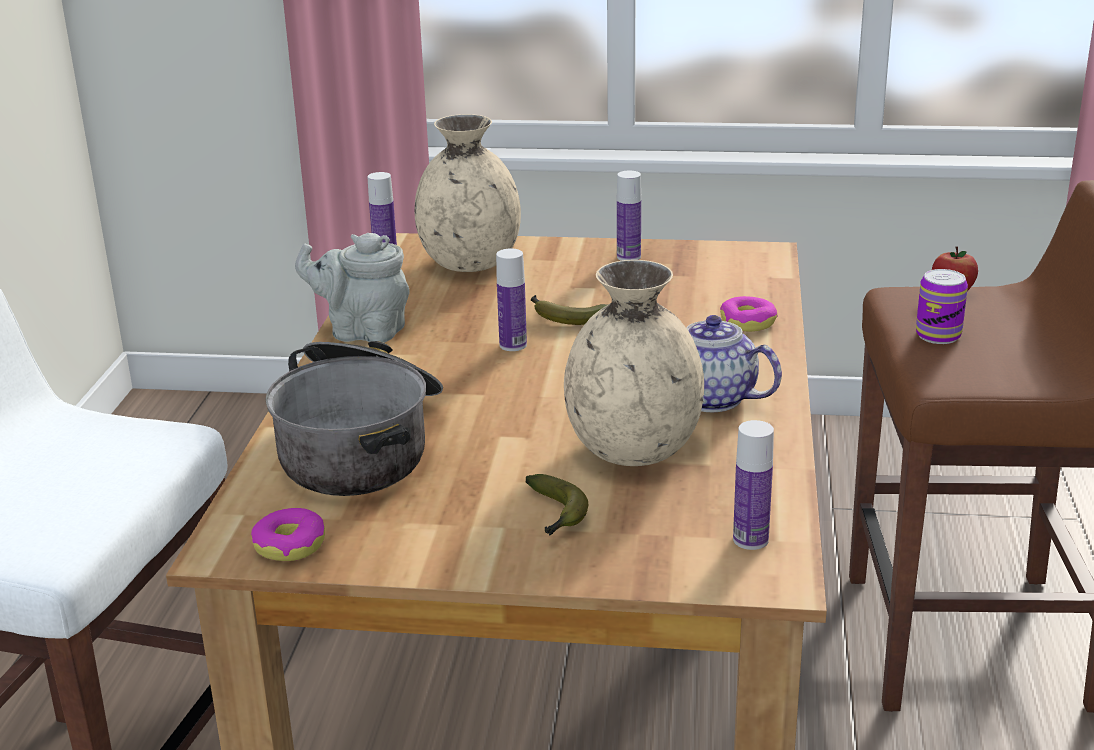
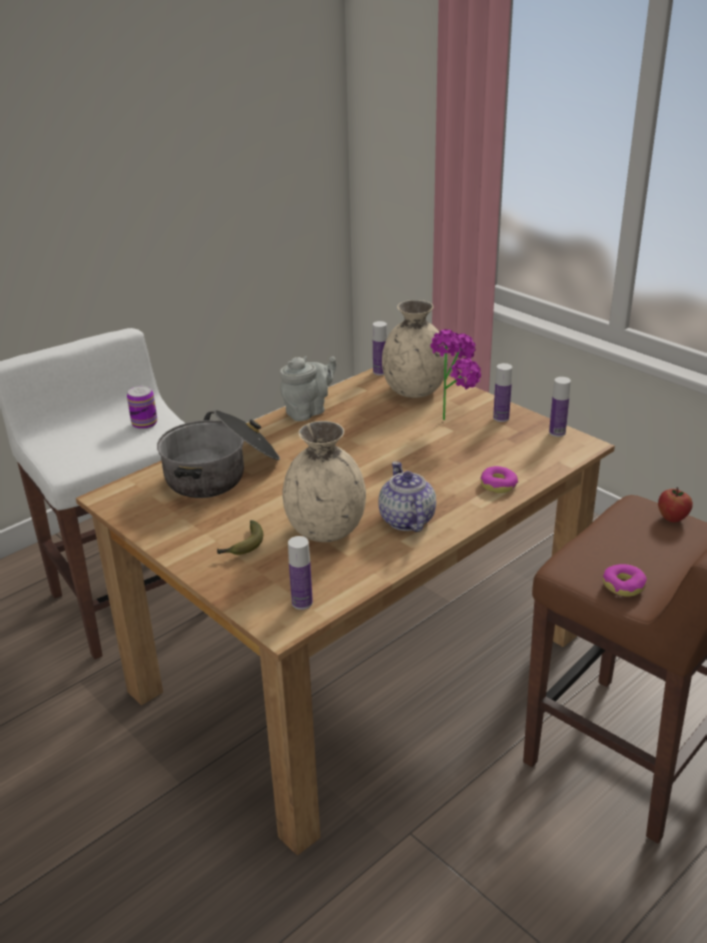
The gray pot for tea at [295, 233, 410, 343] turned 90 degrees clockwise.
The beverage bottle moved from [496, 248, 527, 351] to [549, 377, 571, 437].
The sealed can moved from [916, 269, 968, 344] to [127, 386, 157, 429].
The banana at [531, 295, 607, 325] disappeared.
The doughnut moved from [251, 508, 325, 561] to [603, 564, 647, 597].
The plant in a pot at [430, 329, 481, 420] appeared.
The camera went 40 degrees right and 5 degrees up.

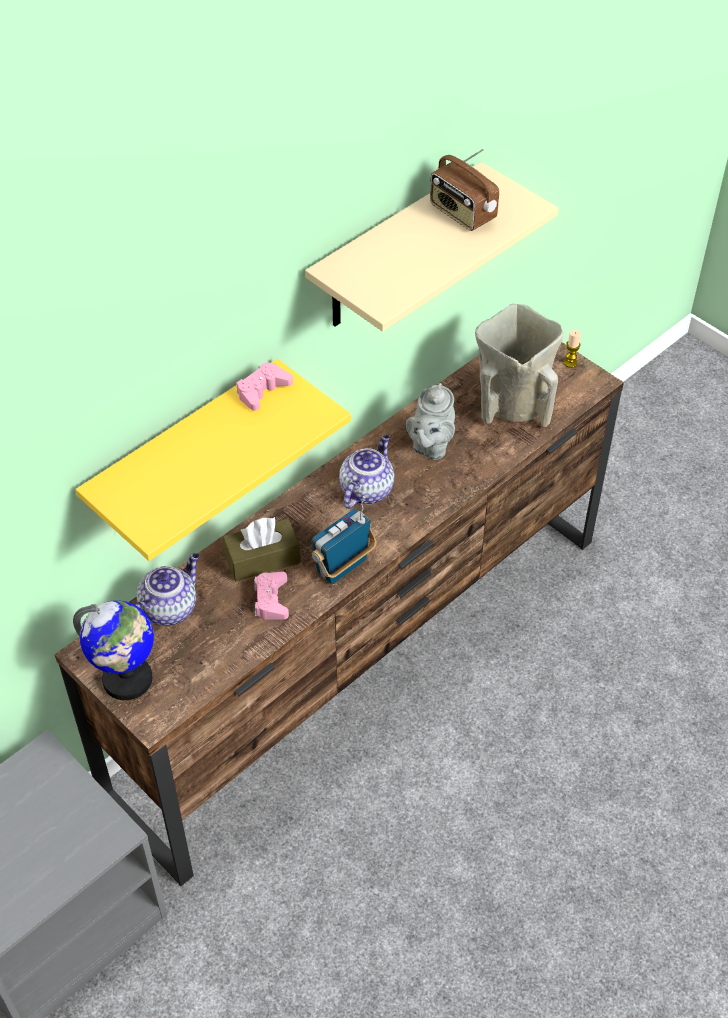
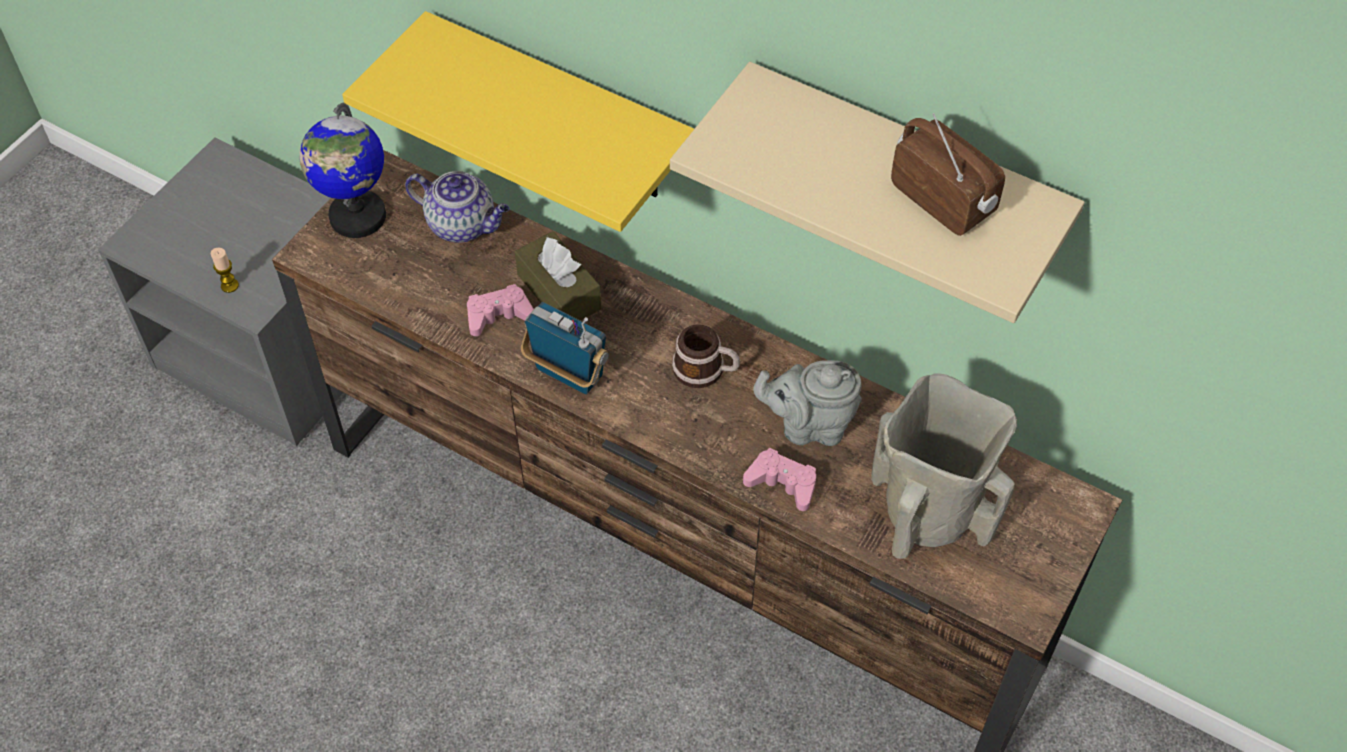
The radio set at [430, 148, 499, 231] turned 105 degrees clockwise.
The wax candle moved from [564, 330, 581, 368] to [211, 248, 239, 293].
The pink gamepad moved from [236, 362, 293, 411] to [743, 448, 816, 511].
The pot for tea at [339, 434, 394, 509] was replaced by the mug at [672, 324, 740, 388].
The camera went 75 degrees right and 5 degrees up.

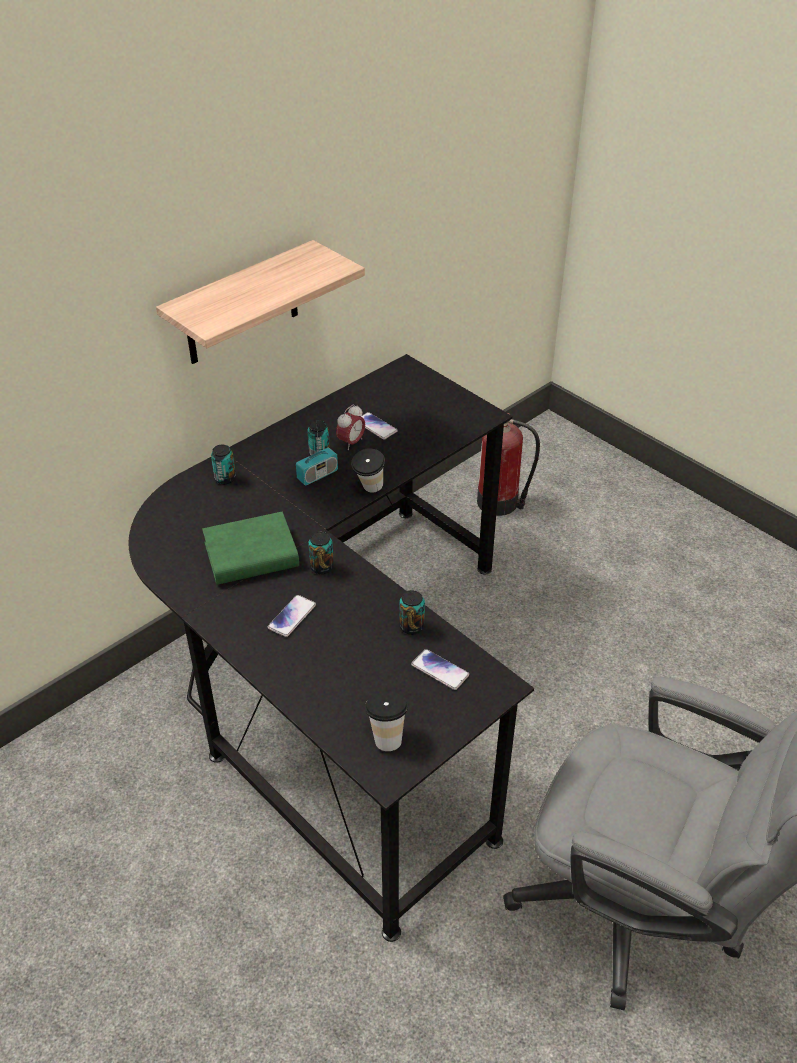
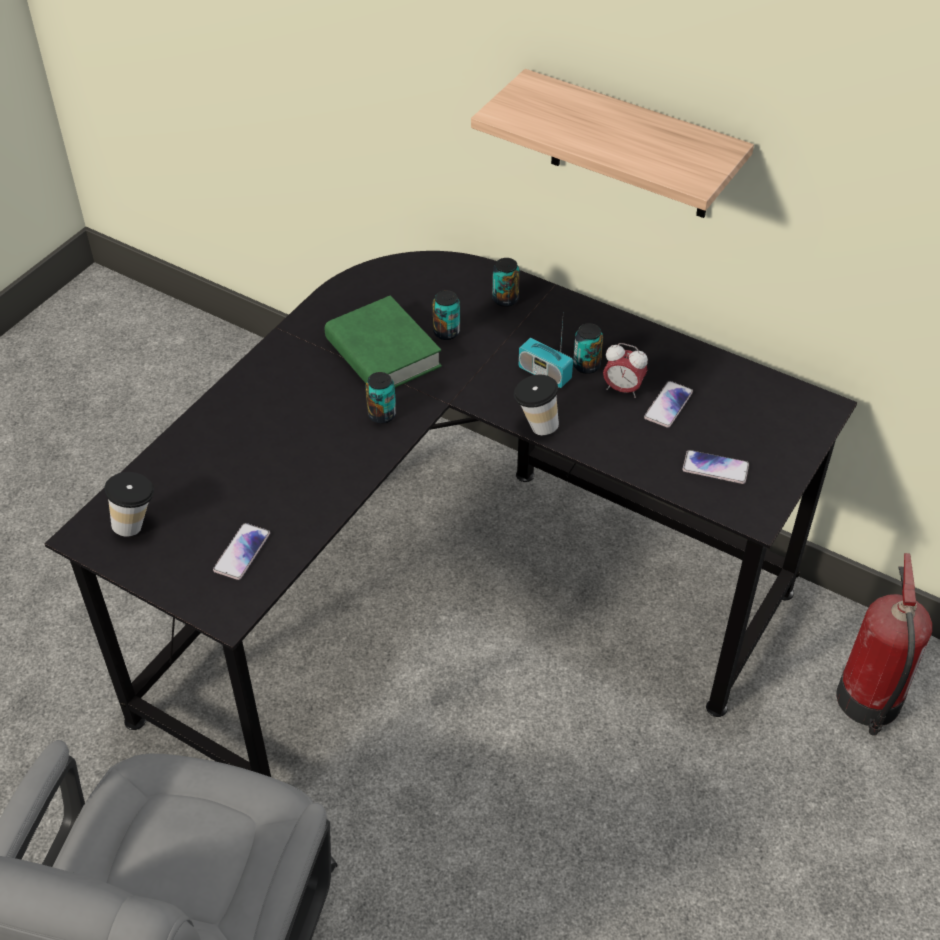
The sealed can moved from [399, 590, 425, 635] to [433, 290, 460, 340].
The handset moved from [268, 595, 316, 637] to [682, 450, 749, 484].
The camera went 75 degrees right and 5 degrees up.

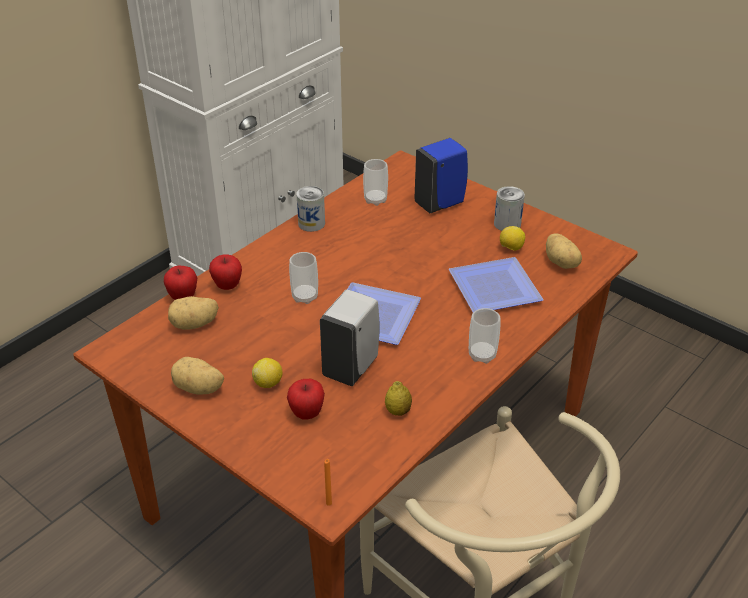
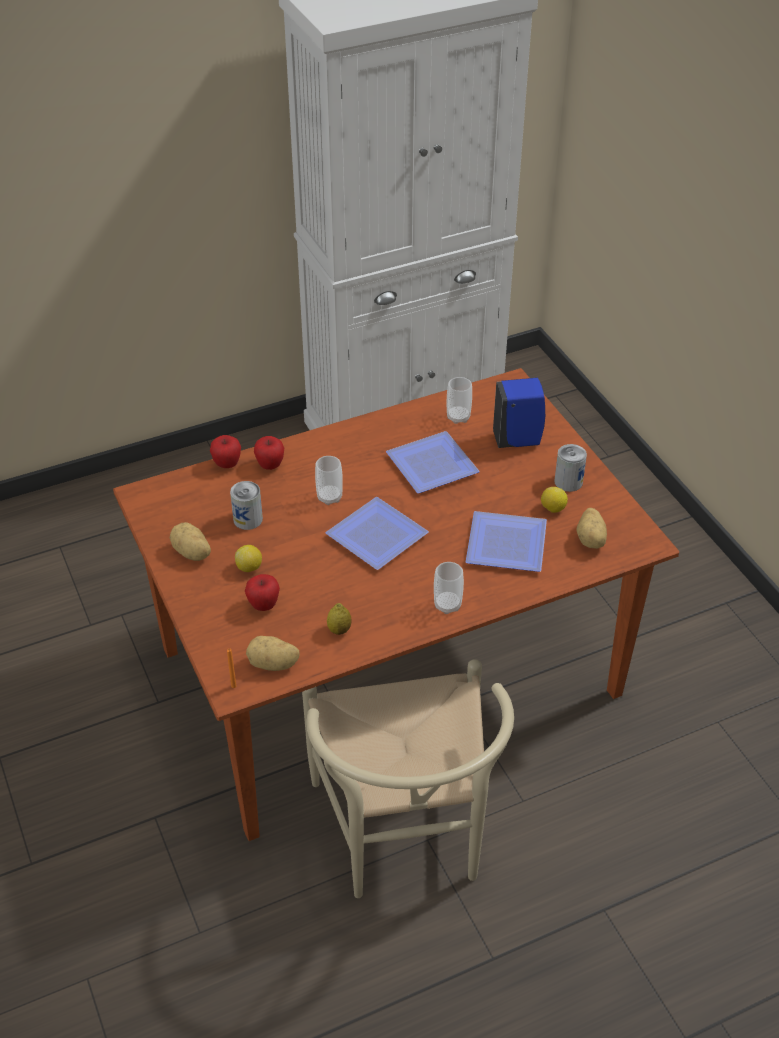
The sealed can moved from [296, 186, 325, 232] to [230, 481, 263, 530].
The white-coloured soap dispenser at [320, 289, 379, 386] disappeared.
The potato moved from [168, 296, 219, 330] to [246, 636, 299, 671].
The flat dish at [386, 431, 480, 493] appeared.
The camera went 25 degrees right and 5 degrees up.

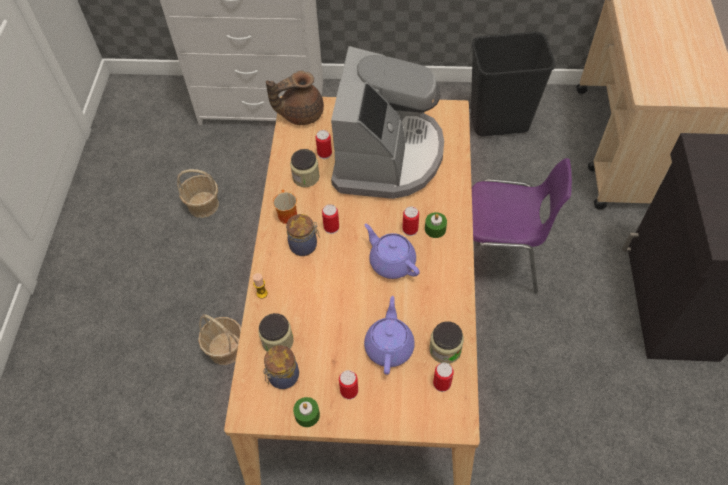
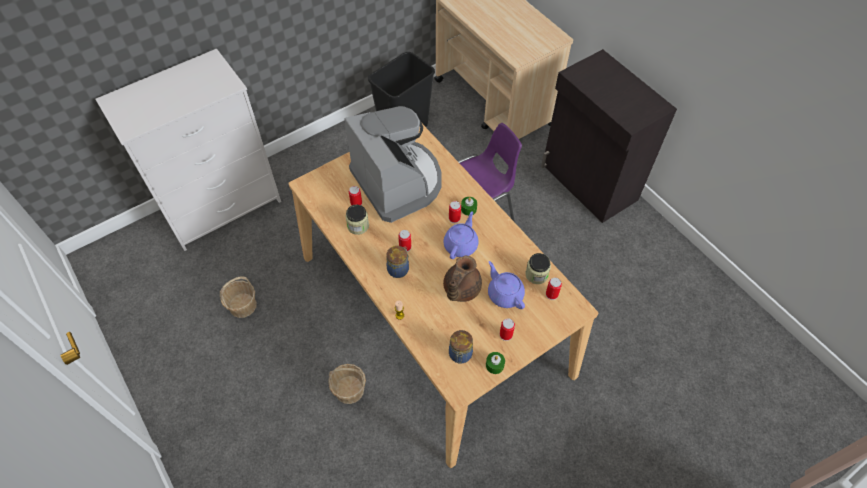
The brownish pot for tea moved from [266, 71, 324, 125] to [443, 255, 482, 302].
The mug at [273, 190, 297, 224] disappeared.
The purplish pot for tea at [364, 224, 420, 279] turned 105 degrees clockwise.
The storage jar at [258, 313, 294, 352] disappeared.
The camera went 40 degrees left and 0 degrees up.

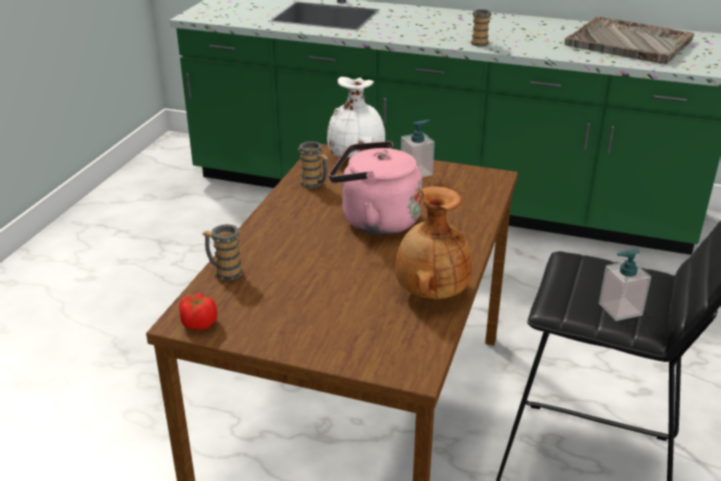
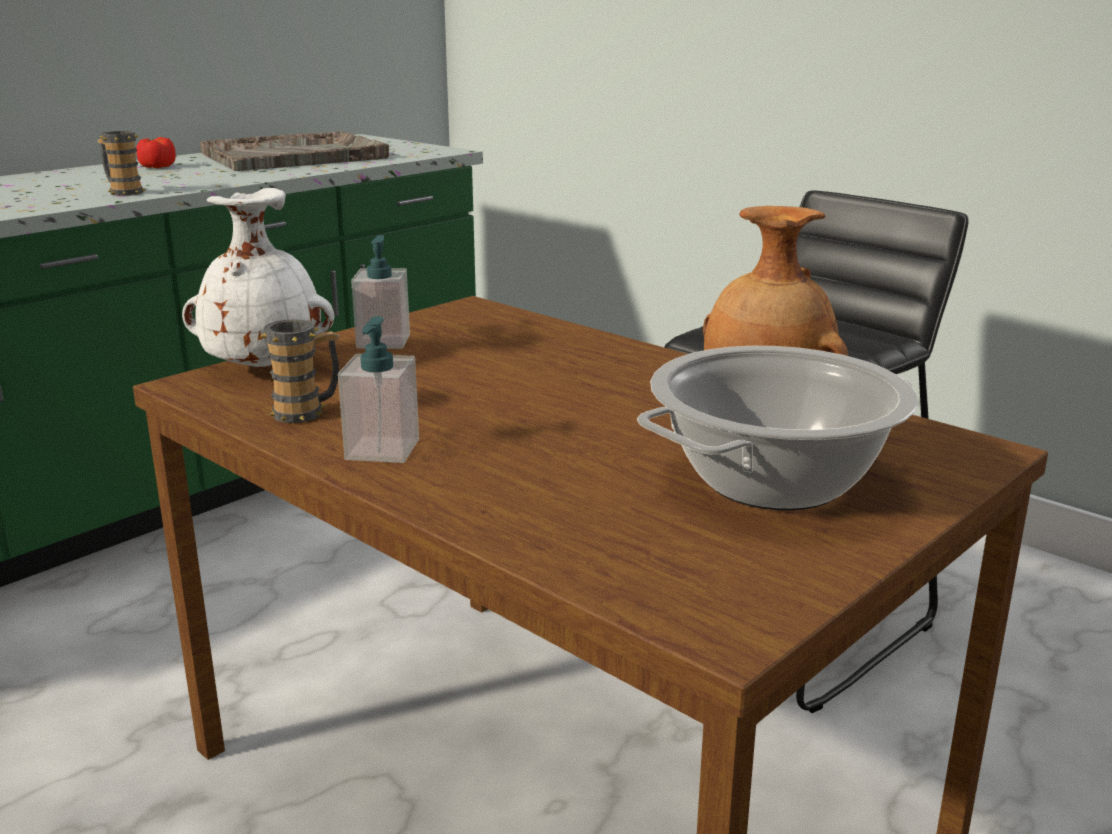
The pink water kettle at [329, 141, 422, 235] disappeared.
The mug at [202, 224, 244, 281] disappeared.
The soap dispenser moved from [599, 249, 651, 321] to [338, 316, 419, 463].
The tomato moved from [179, 293, 217, 330] to [136, 137, 176, 168].
The saucepot at [637, 346, 918, 510] appeared.
The camera went 65 degrees left and 10 degrees down.

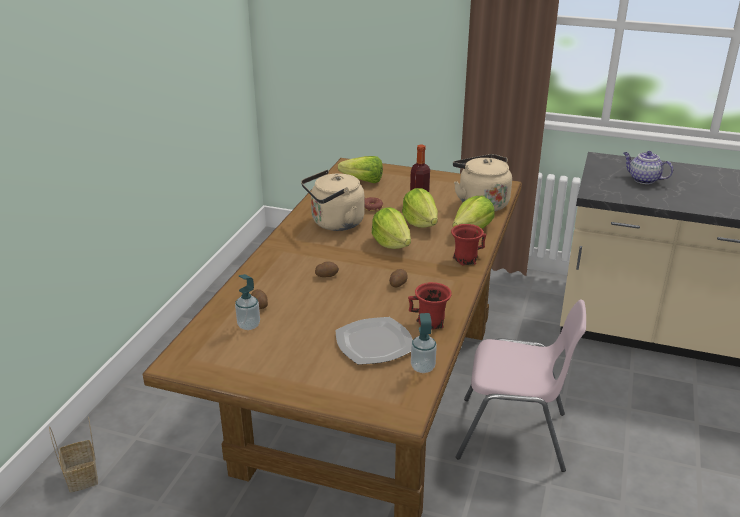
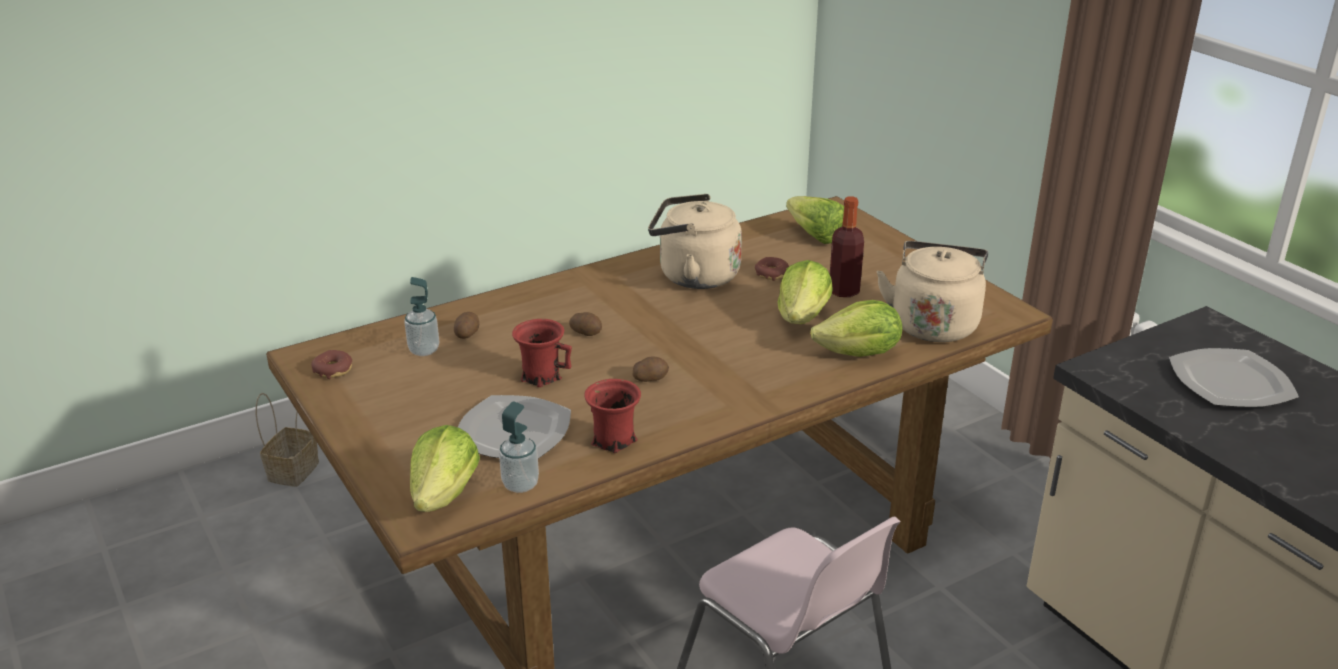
The pot for tea at [623, 151, 673, 184] was replaced by the flat dish at [1169, 348, 1299, 407].
The lettuce moved from [372, 207, 411, 249] to [410, 425, 480, 512].
The red mug moved from [451, 224, 486, 266] to [512, 319, 572, 387].
The doughnut at [311, 350, 352, 379] appeared.
The camera went 40 degrees right and 0 degrees up.

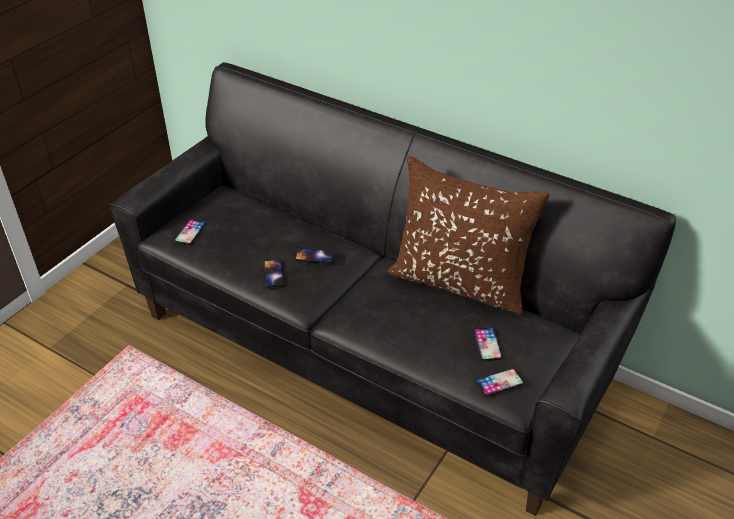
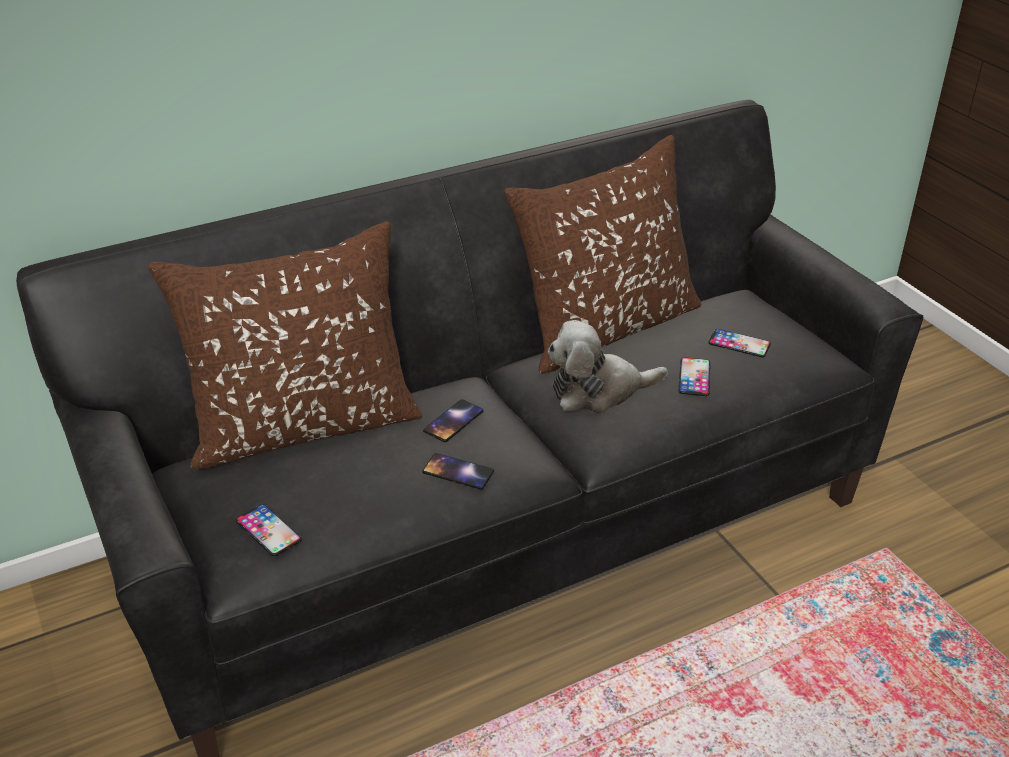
The handset moved from [476, 368, 524, 396] to [678, 357, 711, 396].
The brownish pillow at [148, 221, 422, 469] appeared.
The plush toy at [547, 320, 668, 414] appeared.
The camera went 60 degrees left and 5 degrees down.

